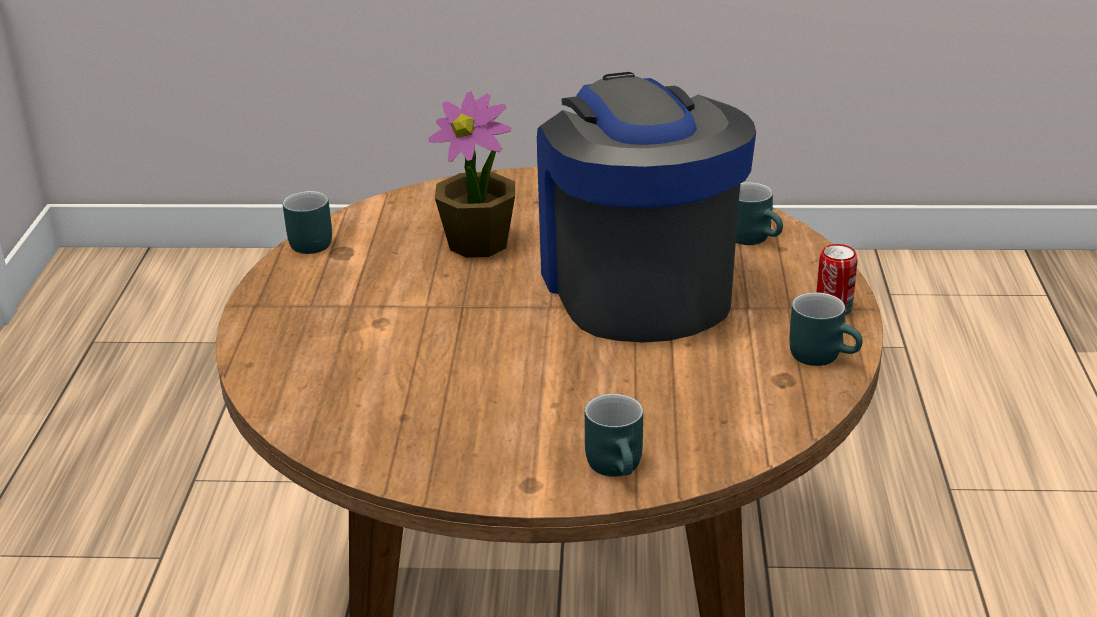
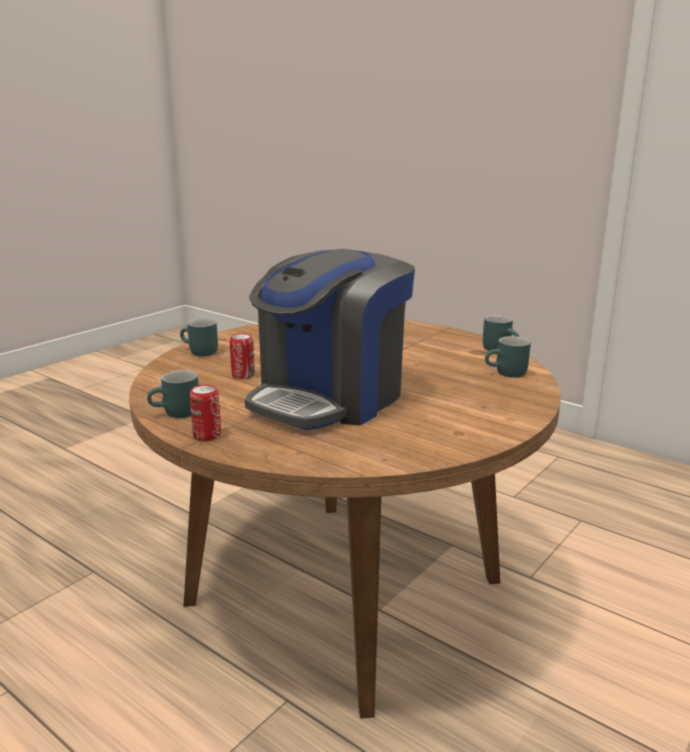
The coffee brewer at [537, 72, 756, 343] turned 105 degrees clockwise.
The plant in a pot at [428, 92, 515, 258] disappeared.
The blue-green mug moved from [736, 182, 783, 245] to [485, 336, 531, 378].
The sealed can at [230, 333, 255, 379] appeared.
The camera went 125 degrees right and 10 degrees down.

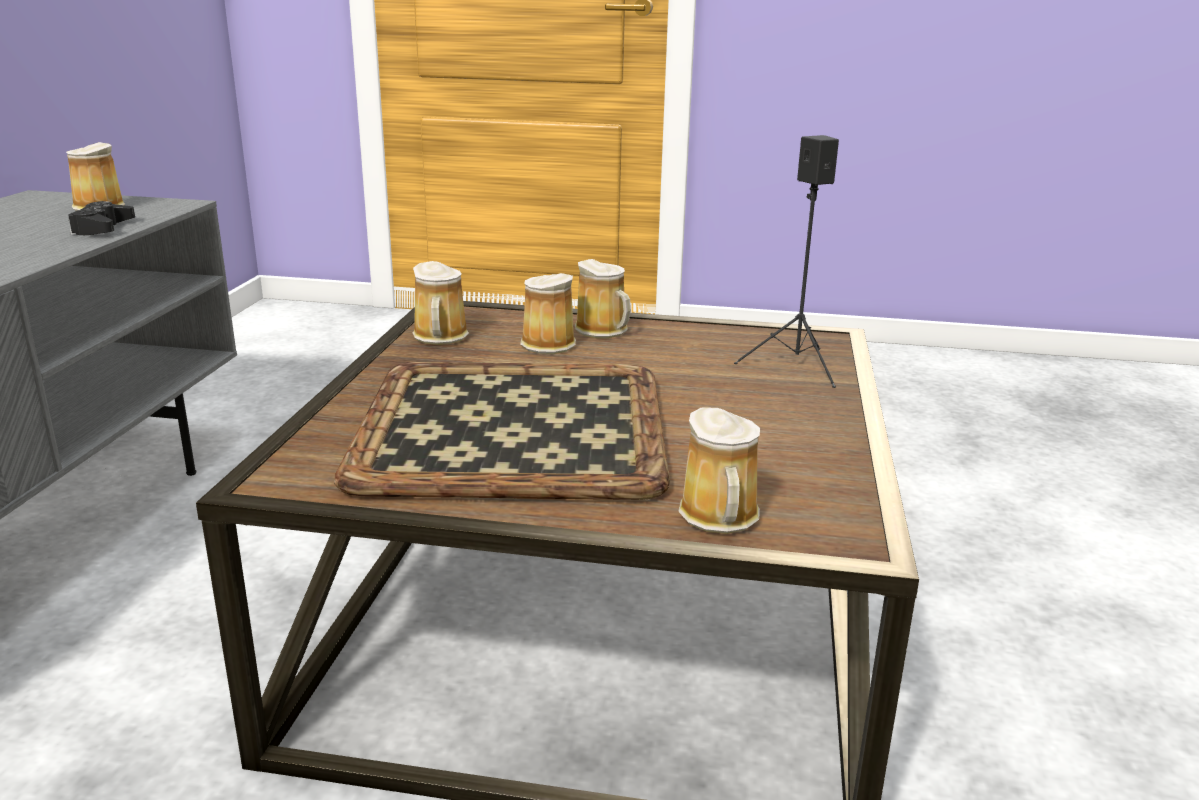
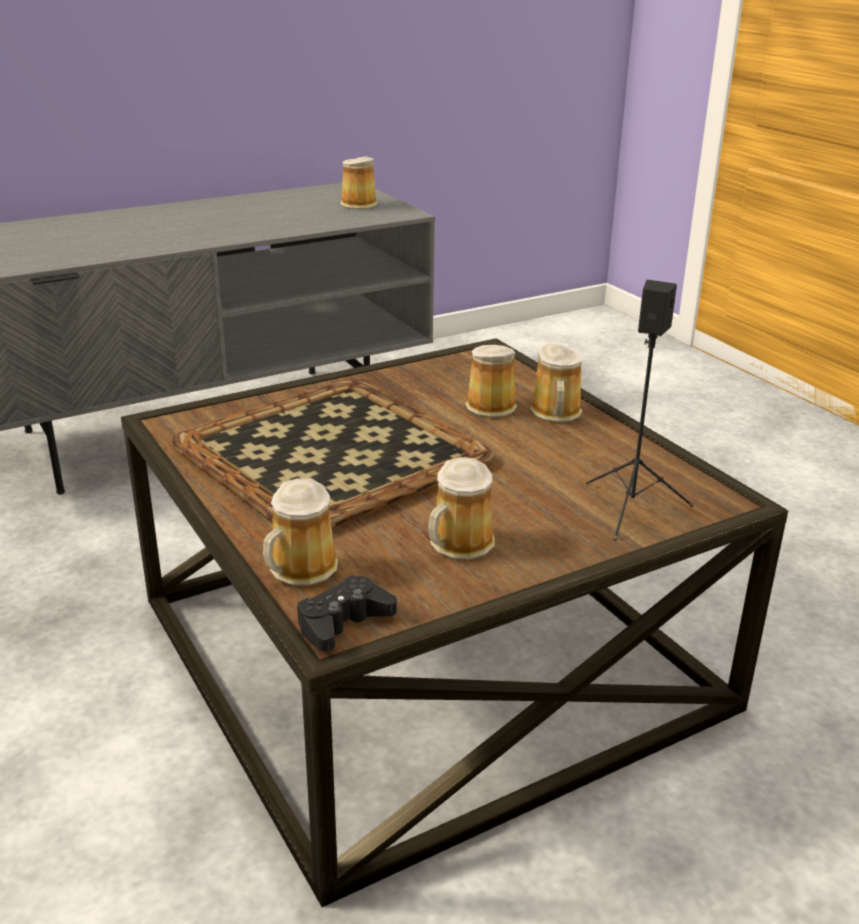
The blackish gamepad moved from [68, 201, 135, 235] to [297, 575, 397, 652].
The mug moved from [413, 261, 469, 345] to [428, 457, 494, 560].
The camera went 50 degrees right and 5 degrees up.

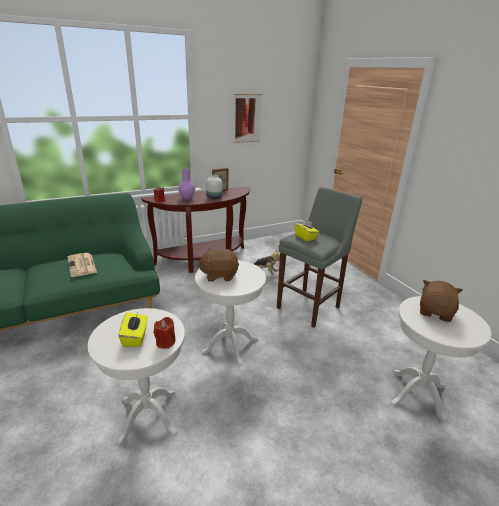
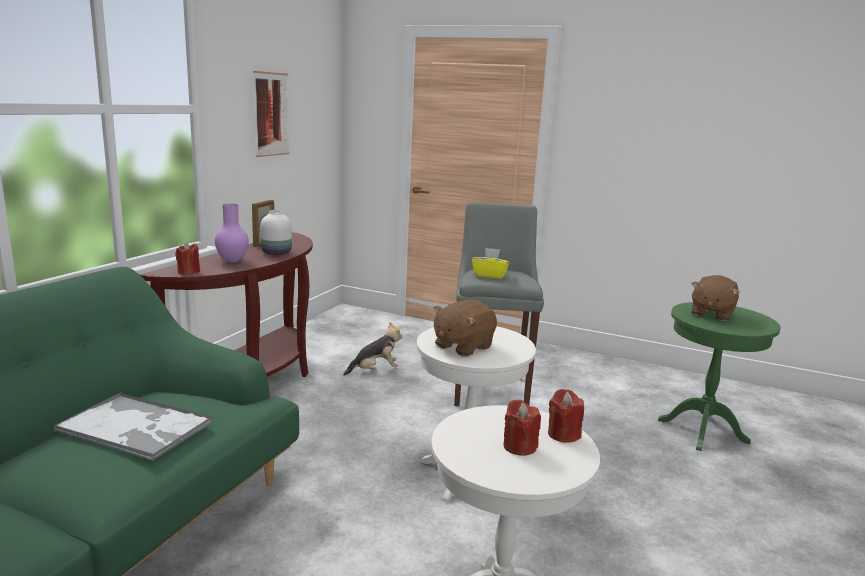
The newspaper at [68, 253, 97, 277] was replaced by the tray at [54, 392, 212, 461].
The brownish plush toy at [420, 280, 463, 322] turned 135 degrees counterclockwise.
The white-coloured side table at [391, 296, 491, 422] became the green side table at [658, 302, 781, 451].
The yellow-coloured tissue box at [118, 312, 148, 347] was replaced by the red wax candle at [503, 399, 541, 456].
The camera went 40 degrees left and 10 degrees down.

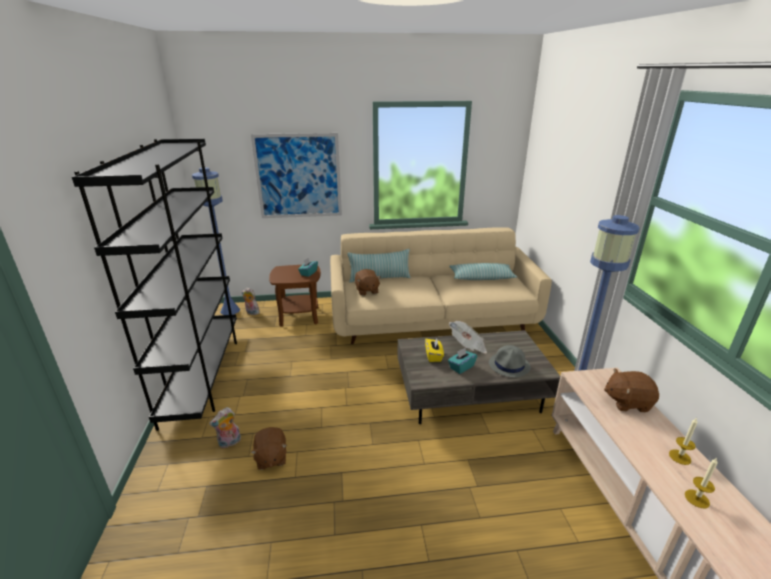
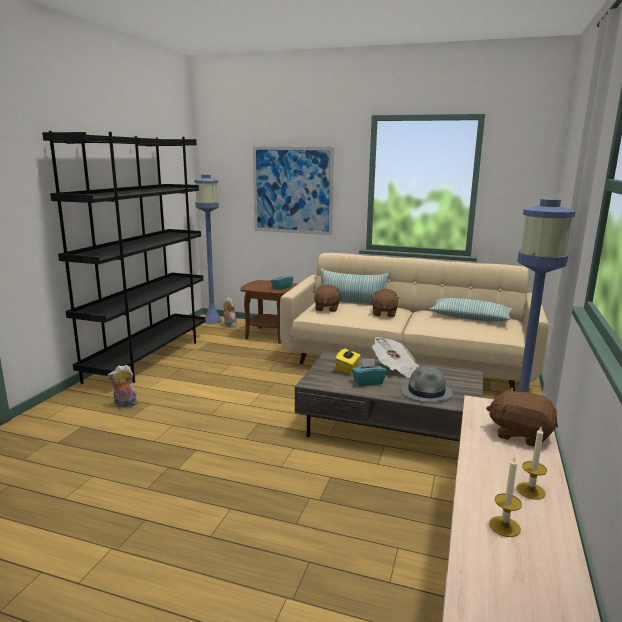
The brownish plush toy moved from [251, 427, 287, 470] to [371, 289, 399, 317].
The camera went 25 degrees right and 10 degrees down.

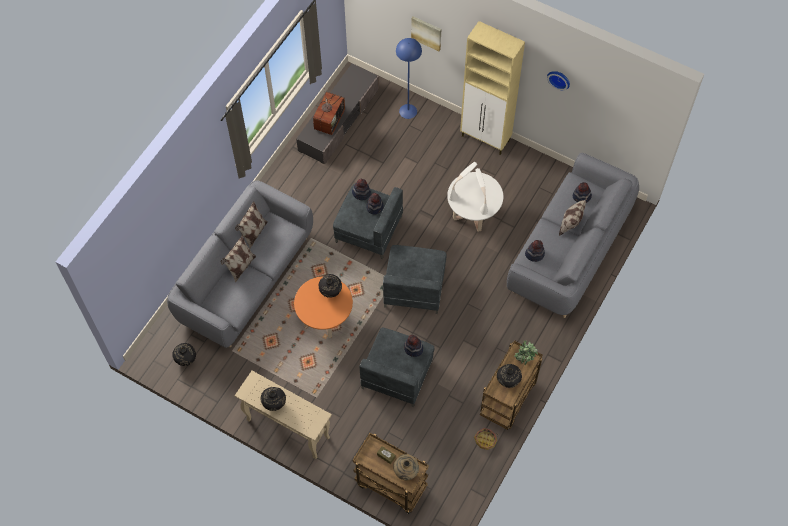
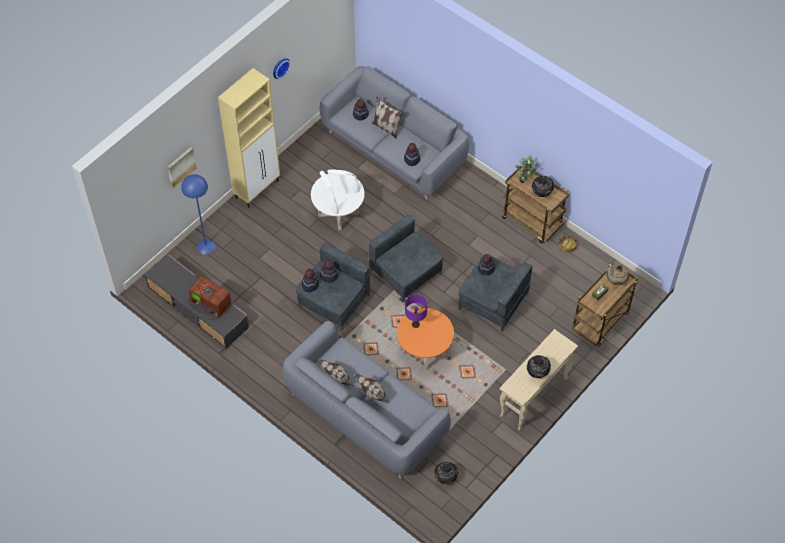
The gray lounge chair at [383, 245, 446, 314] turned 150 degrees counterclockwise.
The blackish decorative vase at [319, 274, 342, 298] was replaced by the purplish table lamp at [405, 295, 427, 328].
The camera went 80 degrees left and 5 degrees down.

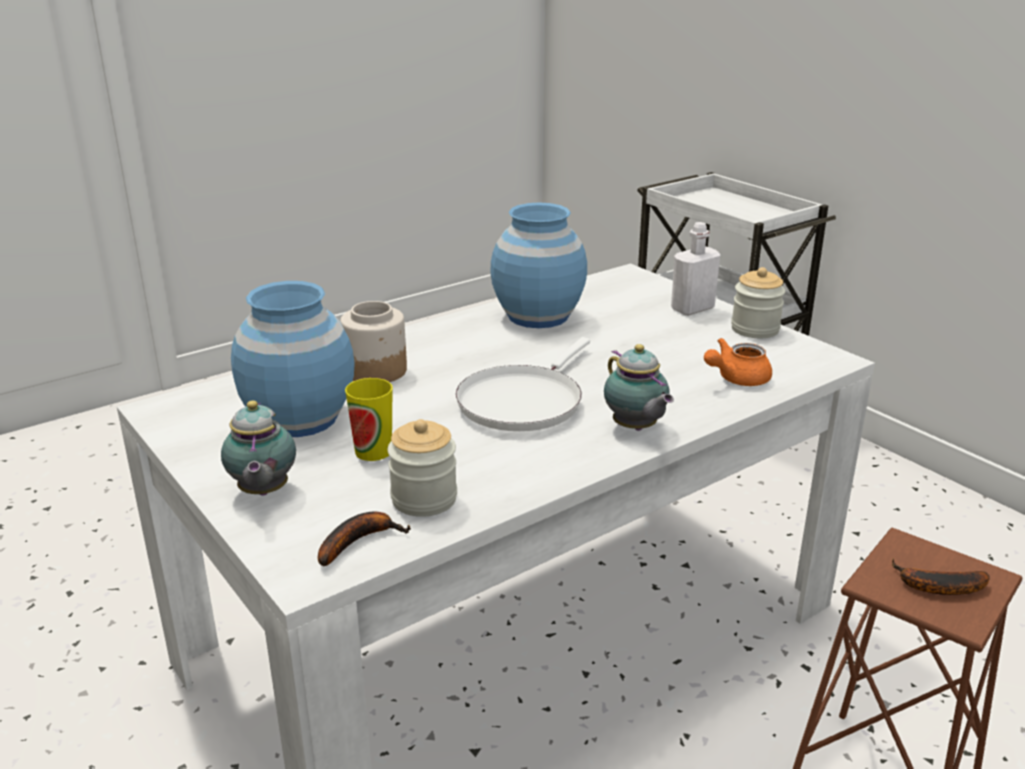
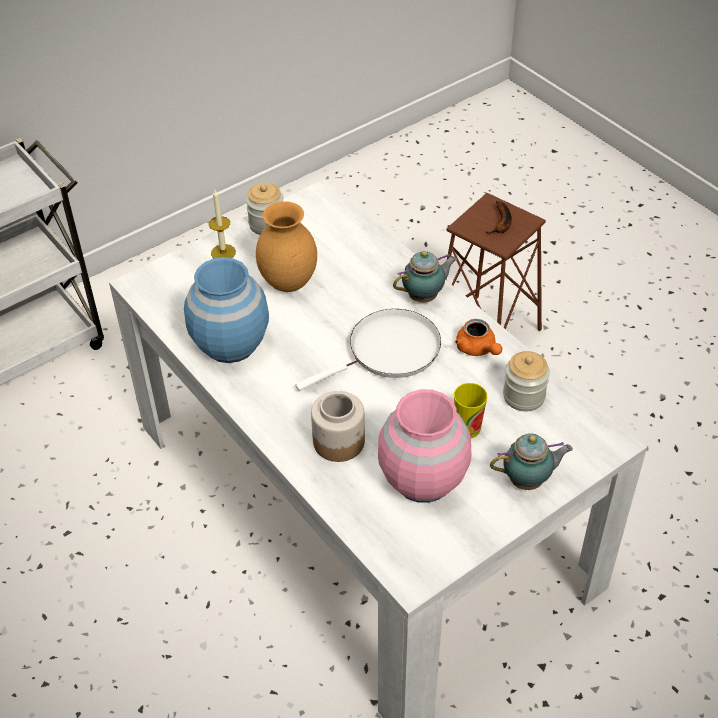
The white-coloured beverage bottle at [671, 222, 720, 316] was replaced by the wax candle at [209, 190, 236, 258].
The bluish decorative vase at [231, 281, 355, 437] became the pink decorative vase at [378, 389, 471, 503].
The white-coloured skillet at [456, 337, 590, 431] turned 60 degrees counterclockwise.
The orangey pot for tea moved from [704, 338, 772, 386] to [455, 319, 502, 356].
The banana at [318, 511, 411, 567] disappeared.
The brownish decorative vase at [256, 201, 317, 292] appeared.
The camera went 90 degrees left and 20 degrees up.

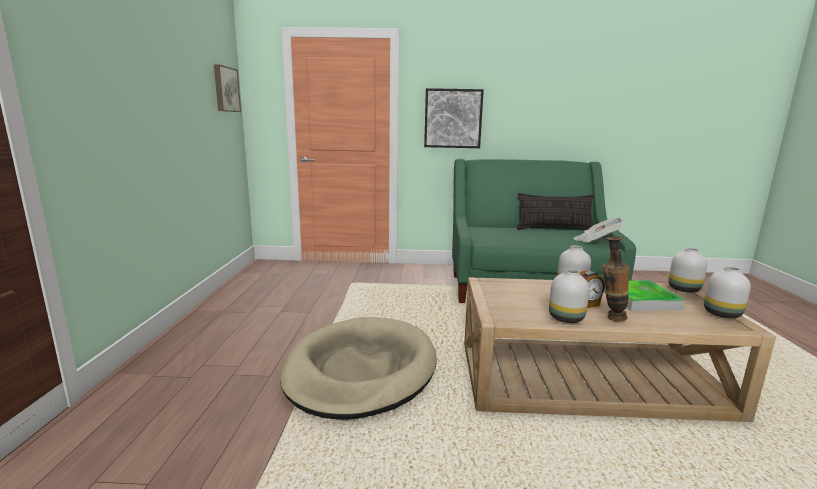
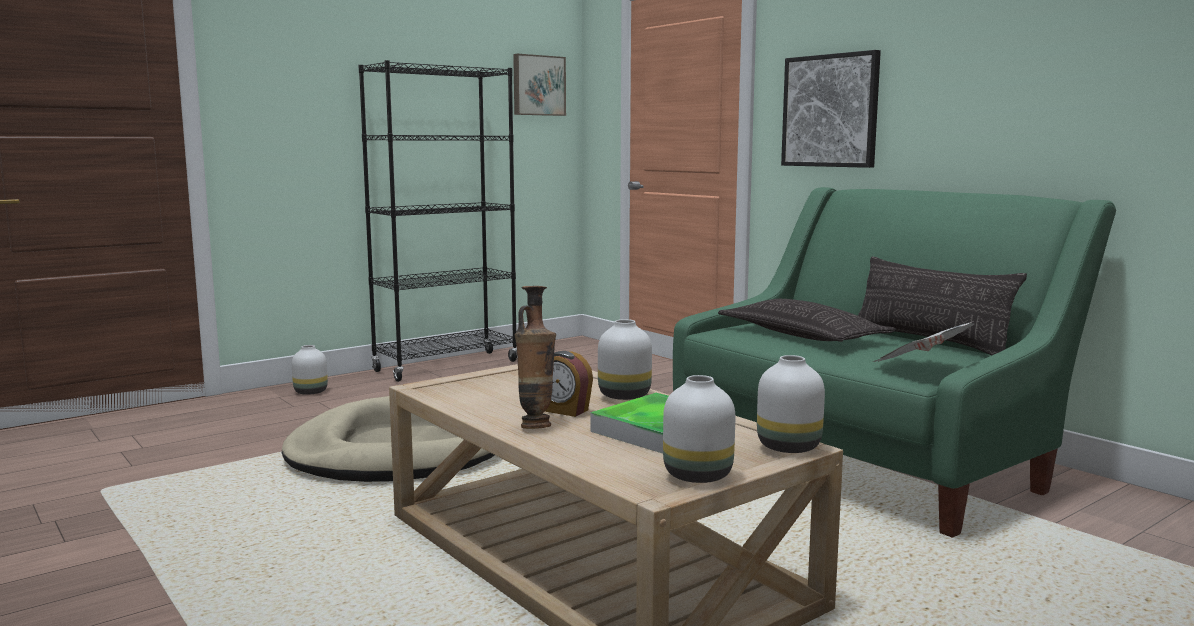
The white-coloured decorative vase moved from [549, 269, 590, 323] to [292, 345, 328, 395].
The blackish bookshelf at [358, 60, 517, 382] appeared.
The pillow at [718, 299, 896, 342] appeared.
The camera went 50 degrees right and 5 degrees down.

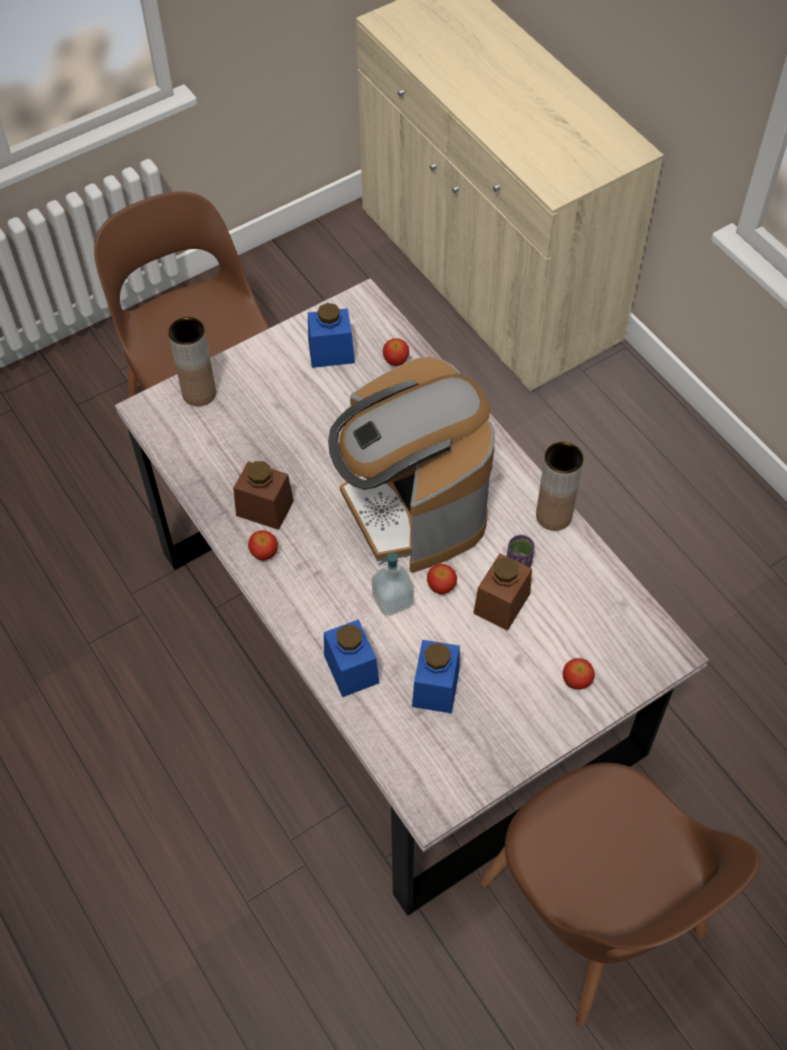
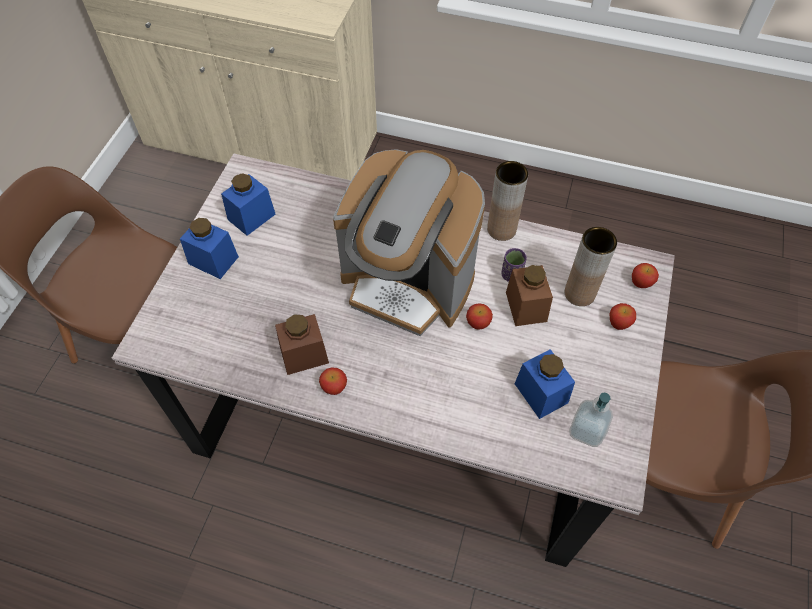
The brownish decorative vase moved from [168, 317, 216, 406] to [565, 227, 617, 306].
The apple moved from [383, 338, 409, 366] to [632, 263, 659, 288].
The soap dispenser moved from [372, 552, 414, 616] to [569, 393, 613, 447].
The bluish storage jar moved from [324, 619, 380, 697] to [180, 218, 239, 279].
The camera went 40 degrees left and 0 degrees up.

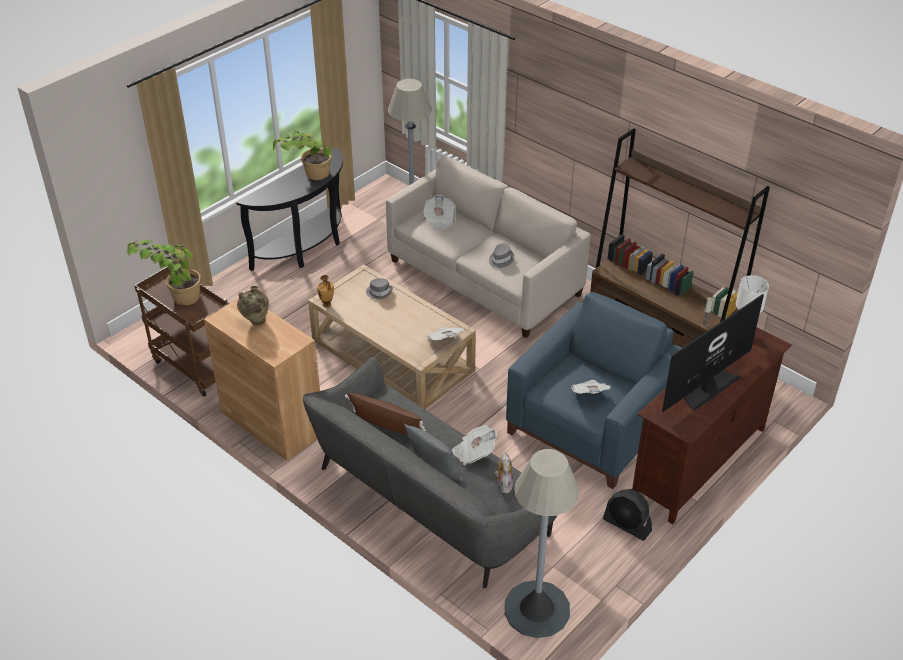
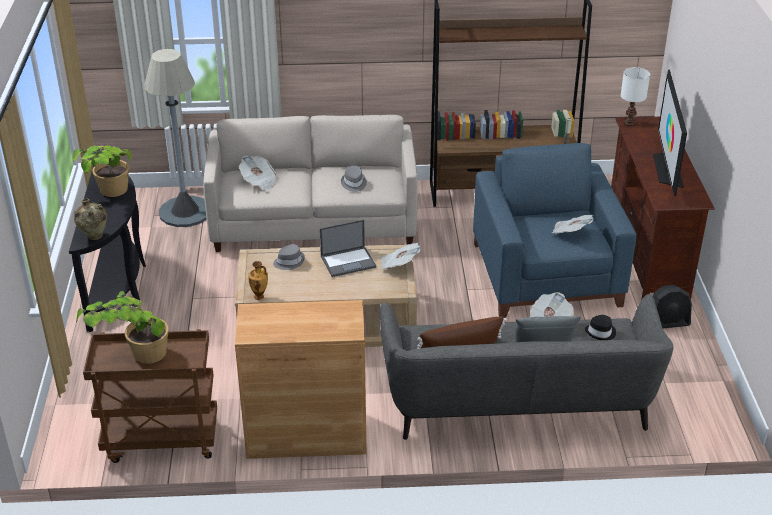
The sand-coloured decorative vase moved from [237, 286, 269, 326] to [74, 199, 107, 240].
The gray standing lamp at [504, 449, 580, 638] disappeared.
The plush toy at [495, 452, 513, 493] was replaced by the blackish clothing hat at [585, 315, 616, 340].
The laptop at [320, 220, 376, 277] appeared.
The camera went 45 degrees left and 5 degrees down.

